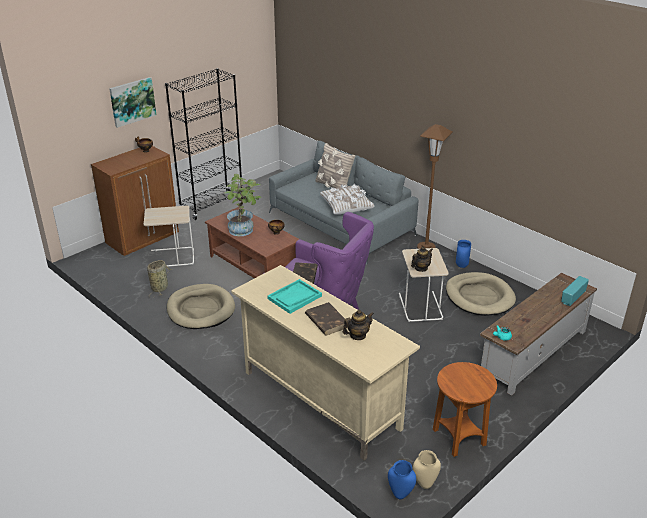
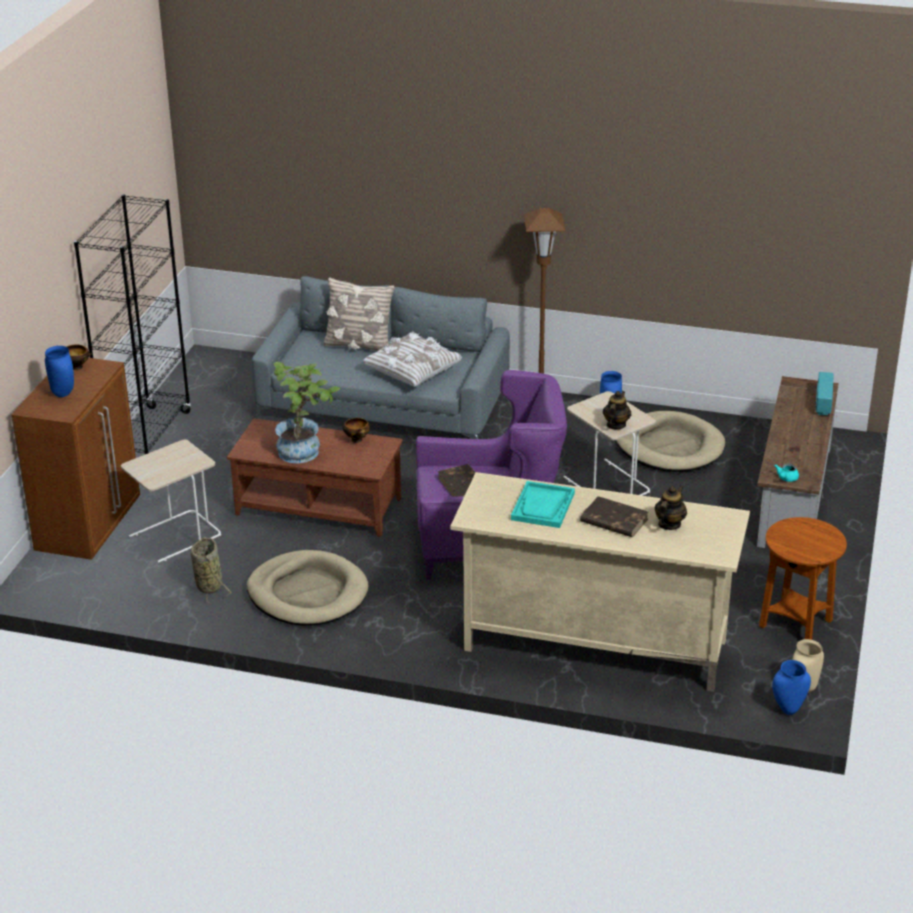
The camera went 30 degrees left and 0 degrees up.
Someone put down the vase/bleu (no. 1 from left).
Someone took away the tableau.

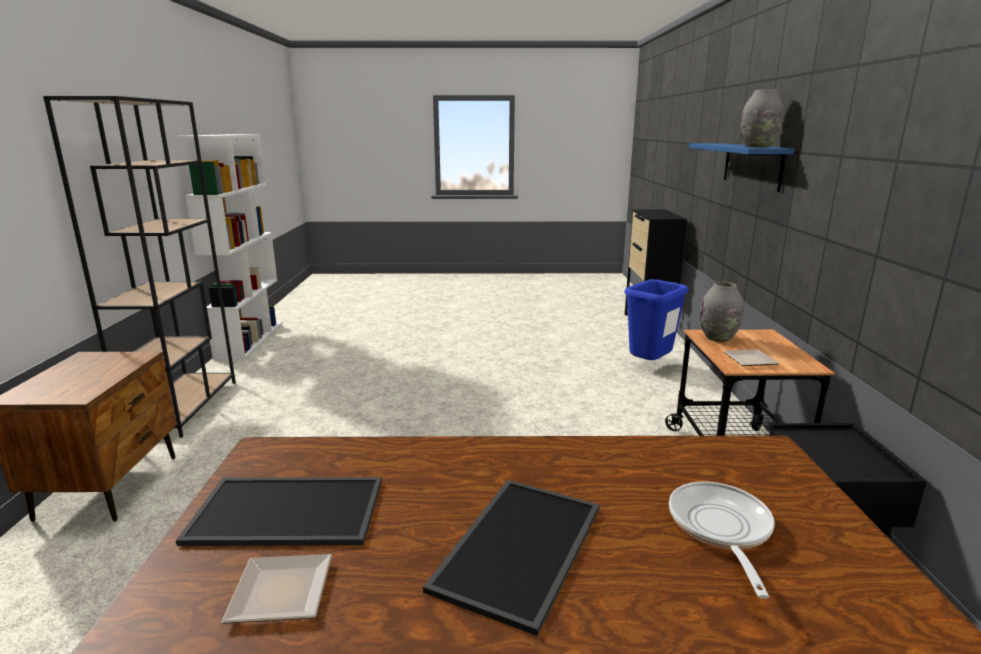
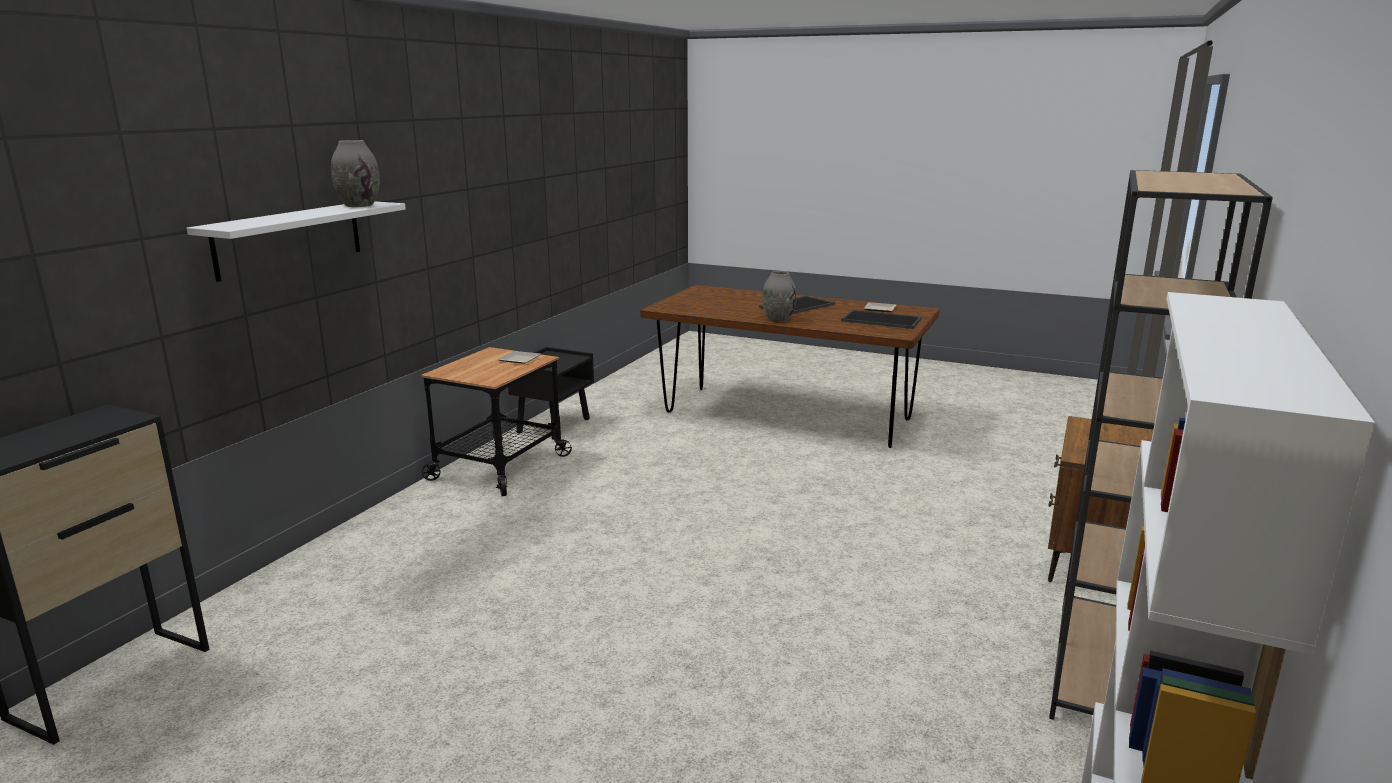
The camera went 155 degrees left and 0 degrees up.
Someone repainted the étagère/bleu, which became the étagère/blanc.
Someone carried the vase/gris (no. 1 from left in the first image).
Someone took away the poubelle/bleu.
Someone took away the poêle.

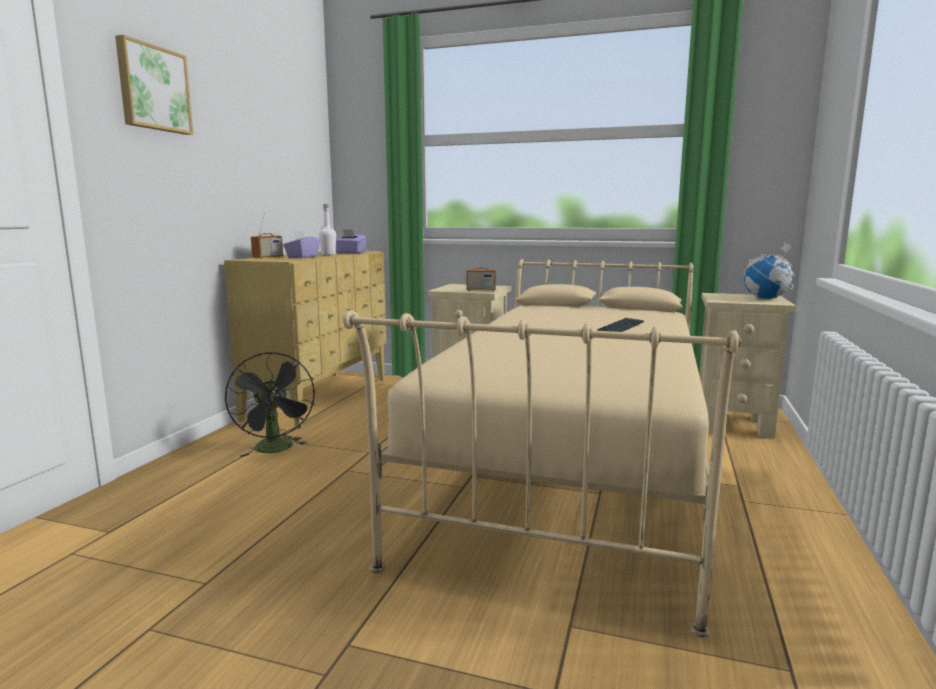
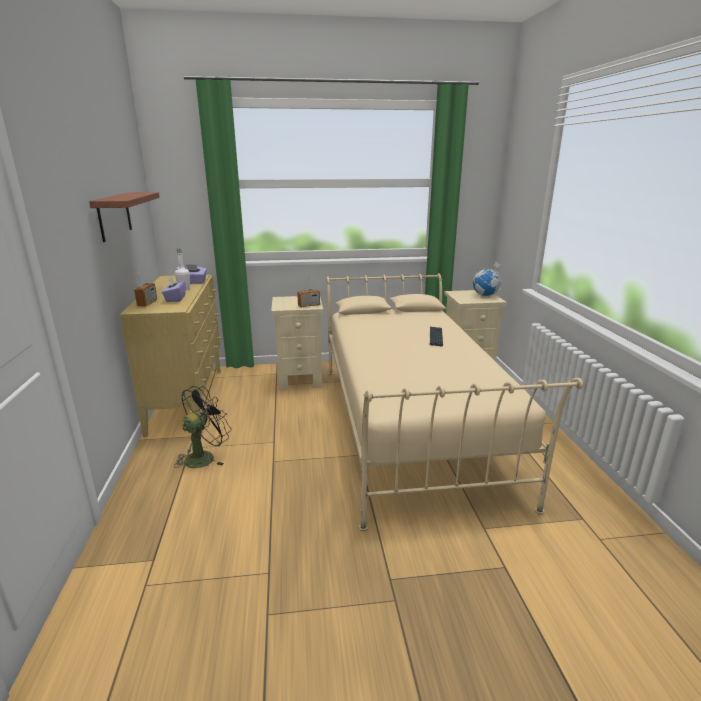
The camera went 25 degrees left and 10 degrees up.
Someone put up the étagère.
Someone rotated the ventilateur/noir by 90 degrees counterclockwise.
Someone took away the tableau.

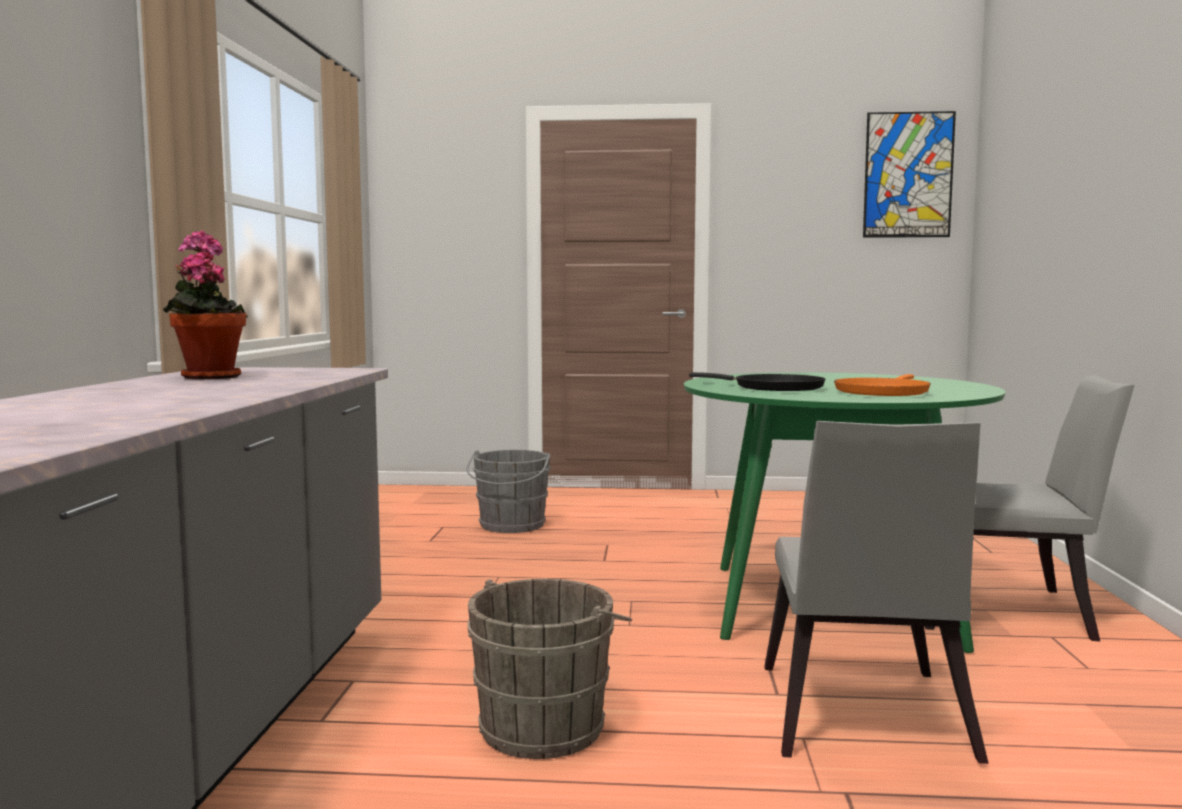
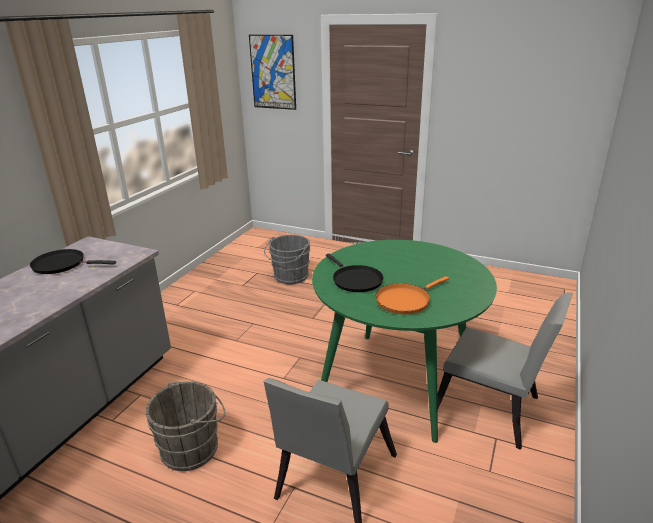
The camera went 20 degrees right and 20 degrees up.
Someone swapped the plante en pot for the poêle/noir (no. 1 from left).
Someone carried the tableau.

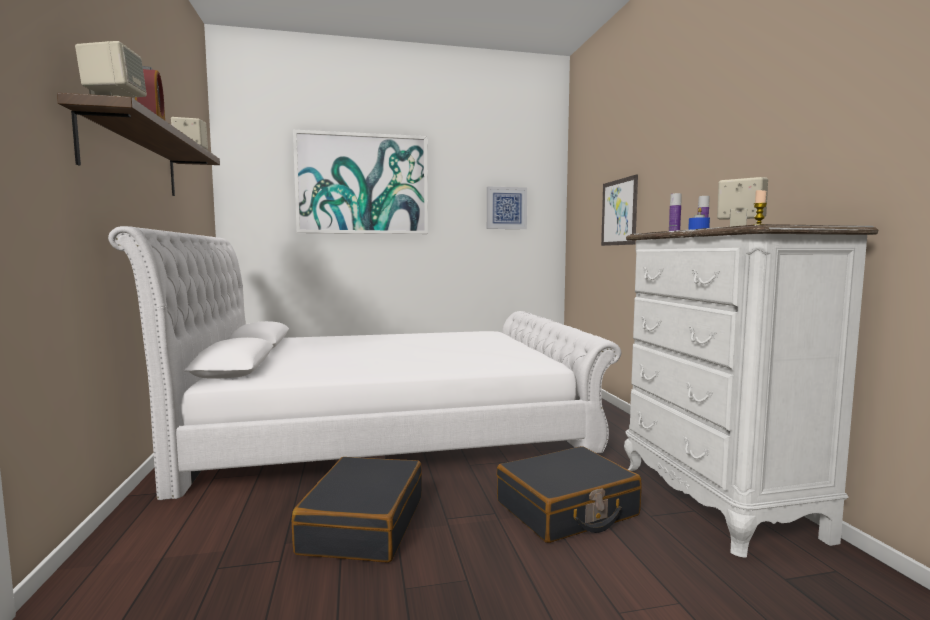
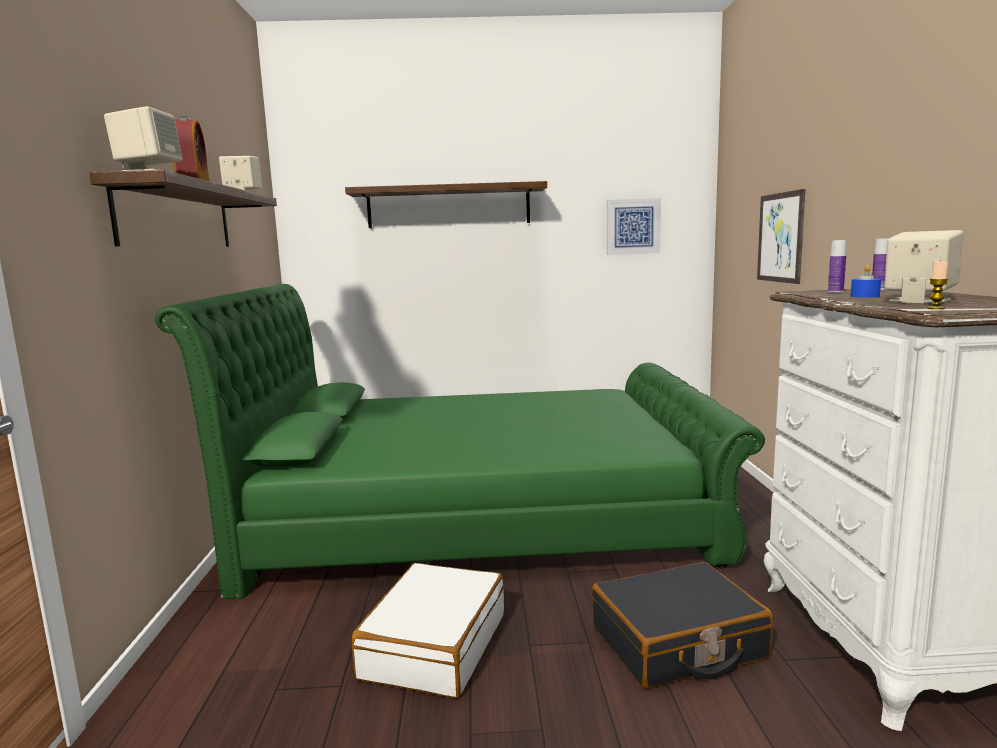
The camera went 10 degrees right and 5 degrees up.
Someone repainted the lit/blanc, which became the lit/vert.
Someone swapped the tableau (no. 1 from left) for the étagère (no. 2 from left).
Someone repainted the valise/noir (no. 1 from left), which became the valise/blanc.

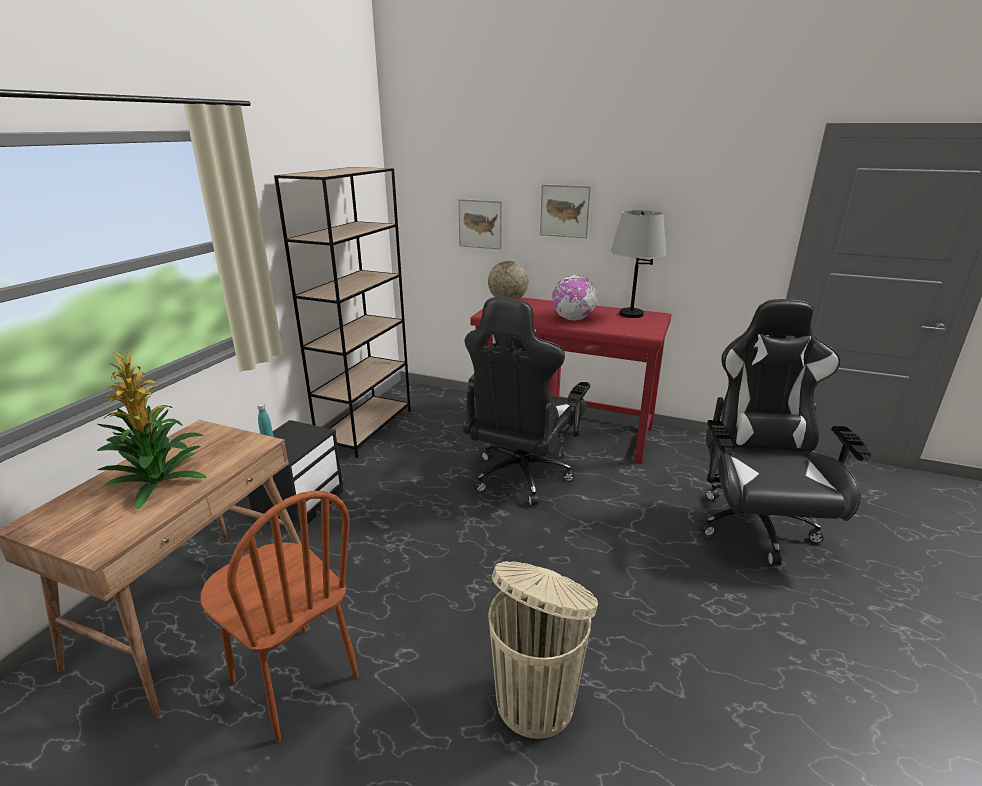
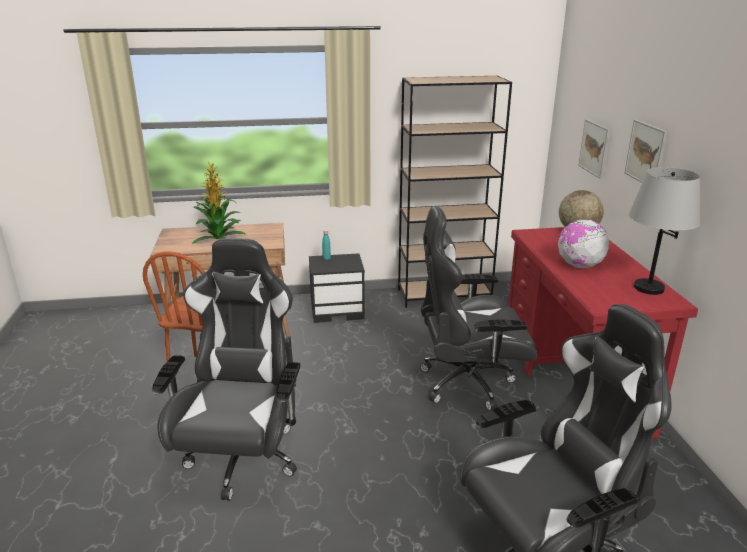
The camera went 60 degrees right and 0 degrees up.
Someone swapped the poubelle/beige for the chaise de bureau/noir (no. 1 from left).

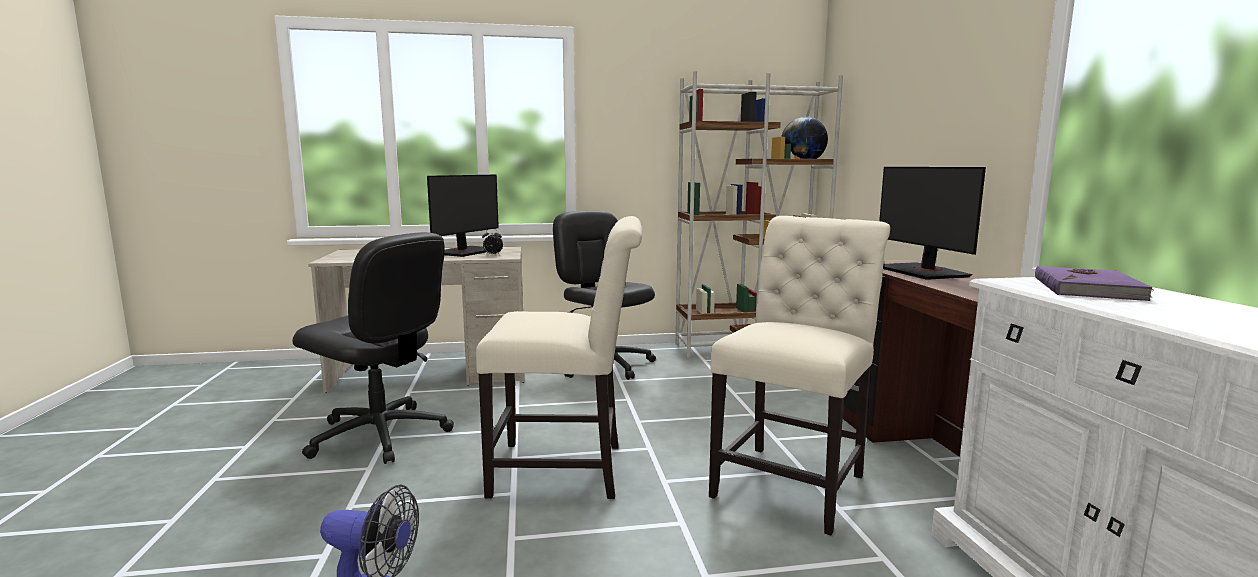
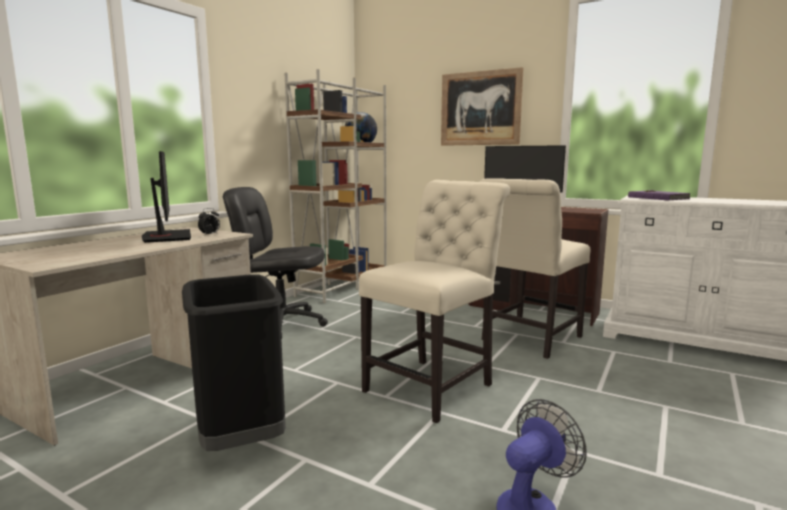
The camera went 50 degrees left and 0 degrees up.
Someone swapped the chaise de bureau/noir (no. 1 from left) for the poubelle/noir.
Someone put up the tableau.
Someone rotated the chaise/beige (no. 2 from left) by 120 degrees counterclockwise.

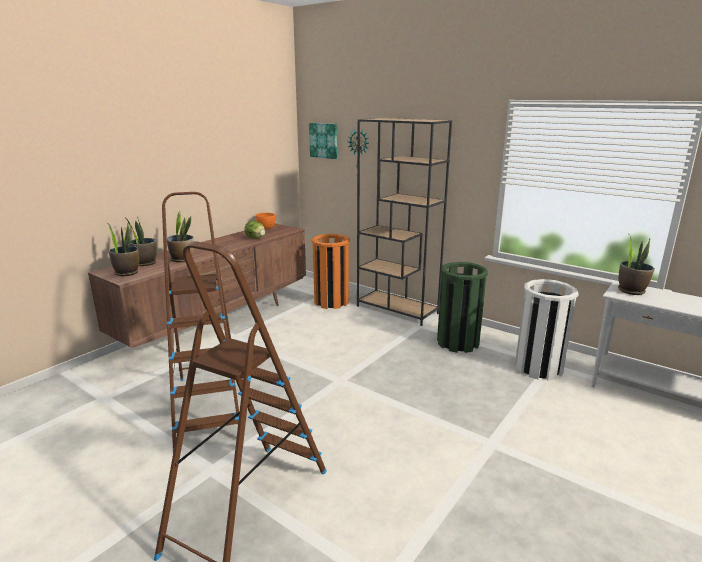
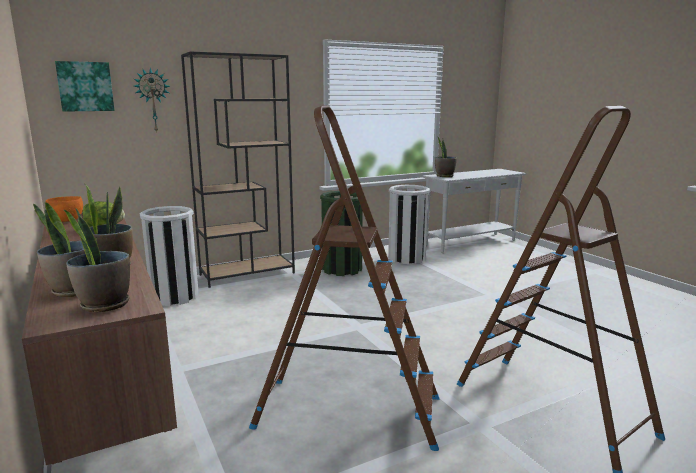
The camera went 65 degrees left and 5 degrees down.
Someone repainted the poubelle/orange, which became the poubelle/blanc (no. 1 from left).

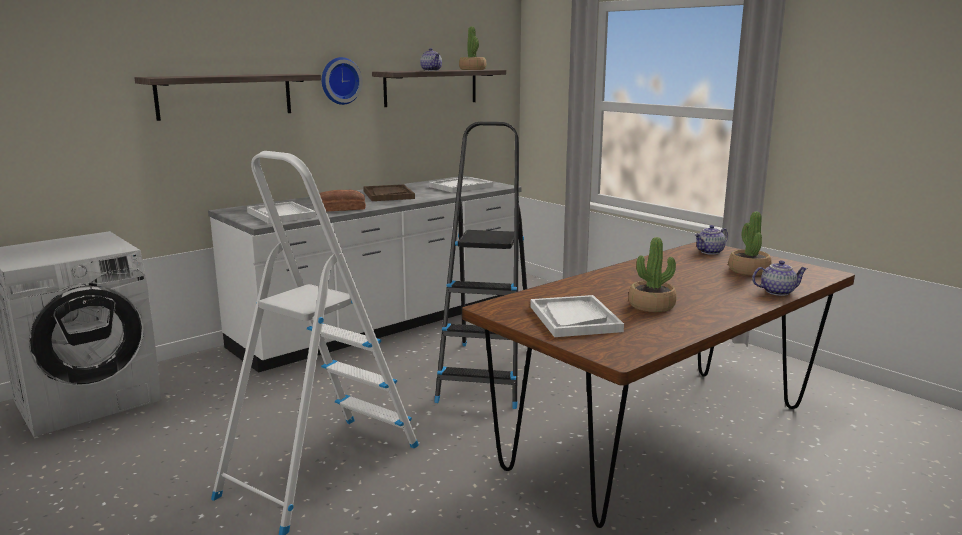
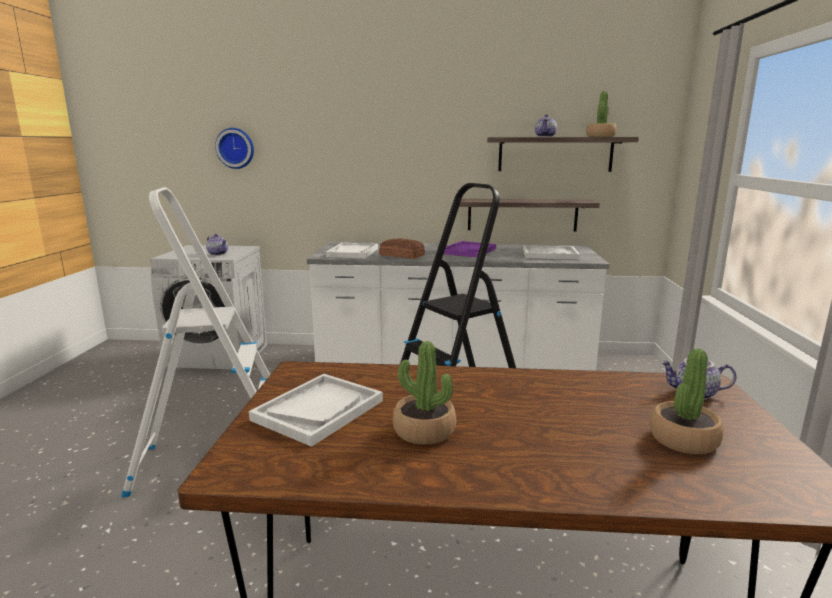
The camera went 45 degrees right and 0 degrees up.
Someone carried the théière (no. 3 from left in the first image).
Someone carried the horloge murale.
Someone repainted the plateau/marron, which became the plateau/violet.
Someone carried the étagère (no. 1 from left).

